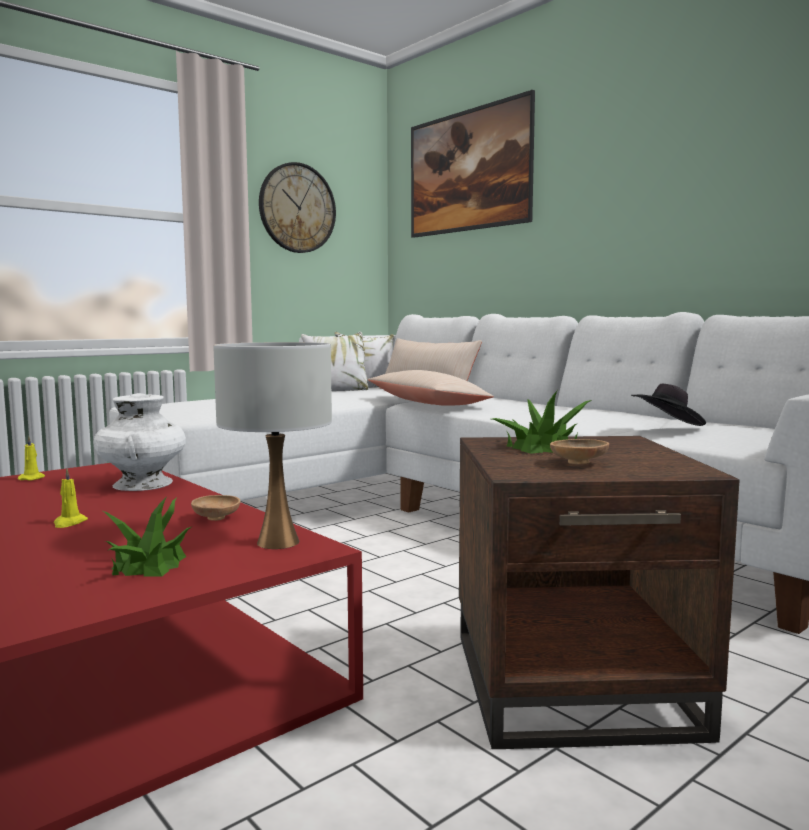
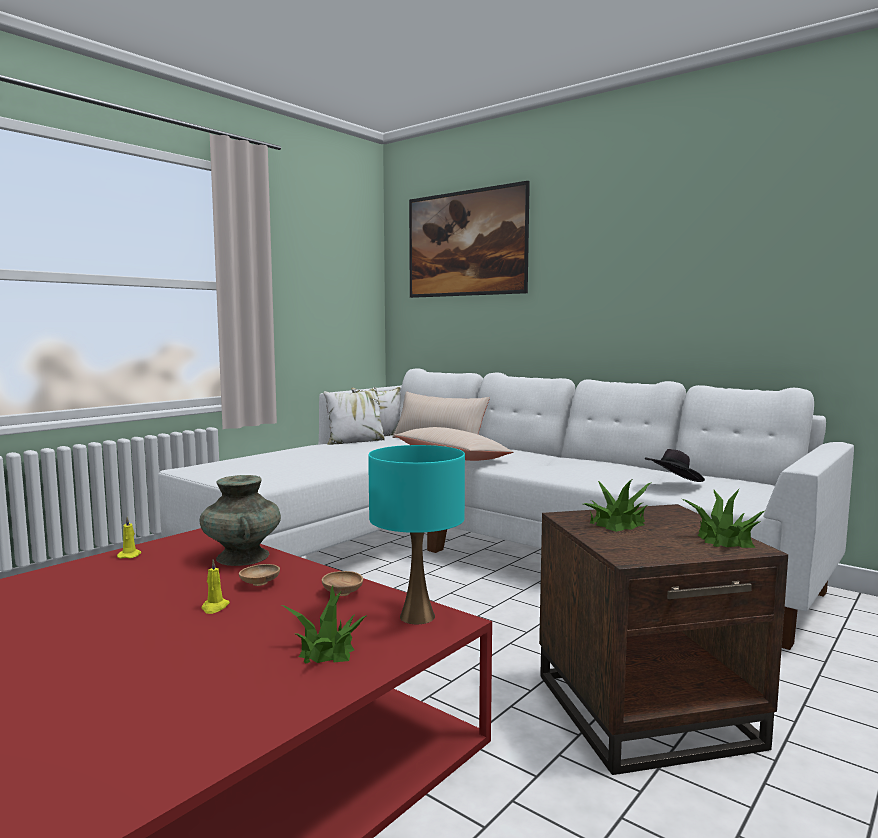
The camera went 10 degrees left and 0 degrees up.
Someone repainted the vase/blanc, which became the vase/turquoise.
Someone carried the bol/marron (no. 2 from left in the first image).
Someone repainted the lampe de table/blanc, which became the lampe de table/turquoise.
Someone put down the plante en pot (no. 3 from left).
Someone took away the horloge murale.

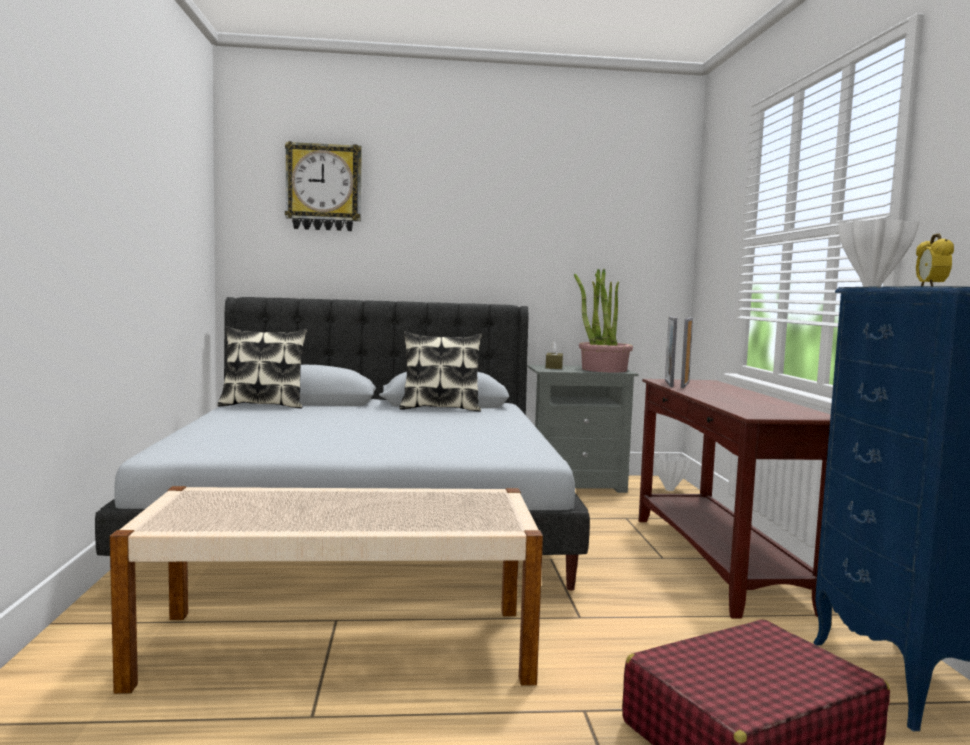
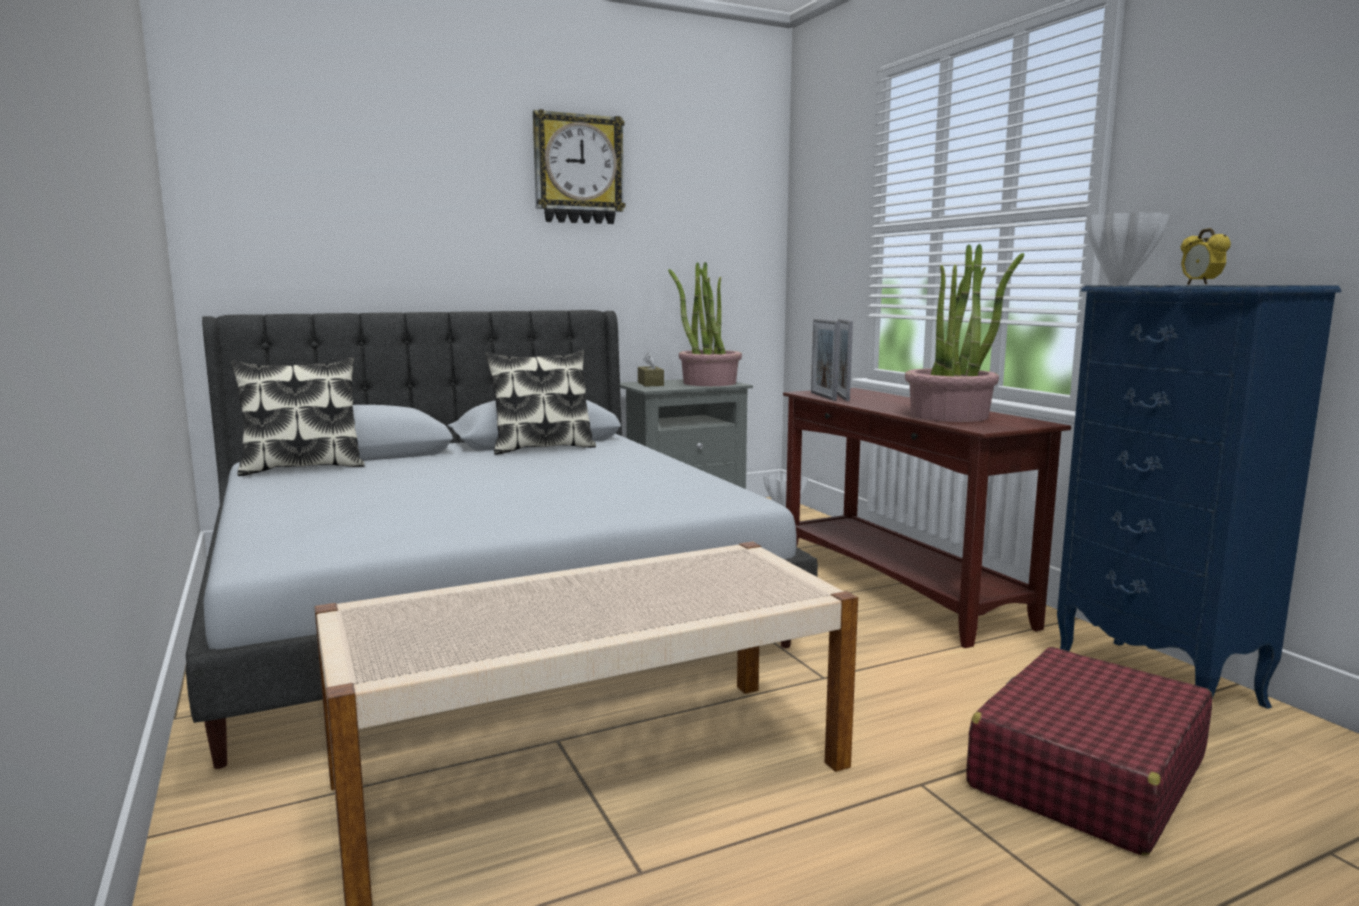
The camera went 20 degrees left and 5 degrees up.
Someone carried the horloge murale.
Someone put down the plante en pot (no. 2 from left).

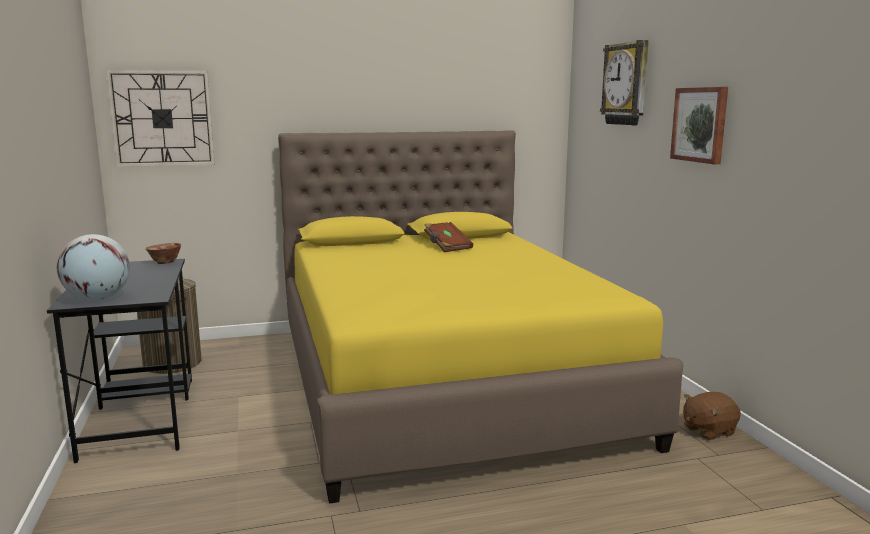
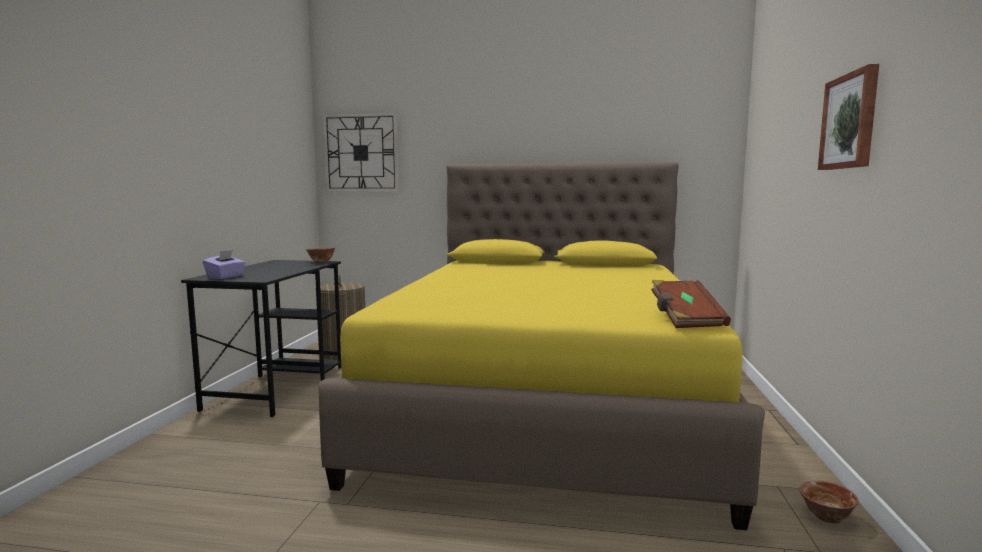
The camera went 25 degrees right and 5 degrees down.
Someone swapped the globe for the boîte à mouchoirs/violet.
Someone carried the livre/marron.
Someone swapped the peluche/marron for the bol (no. 2 from left).
Someone took away the horloge murale (no. 2 from left).

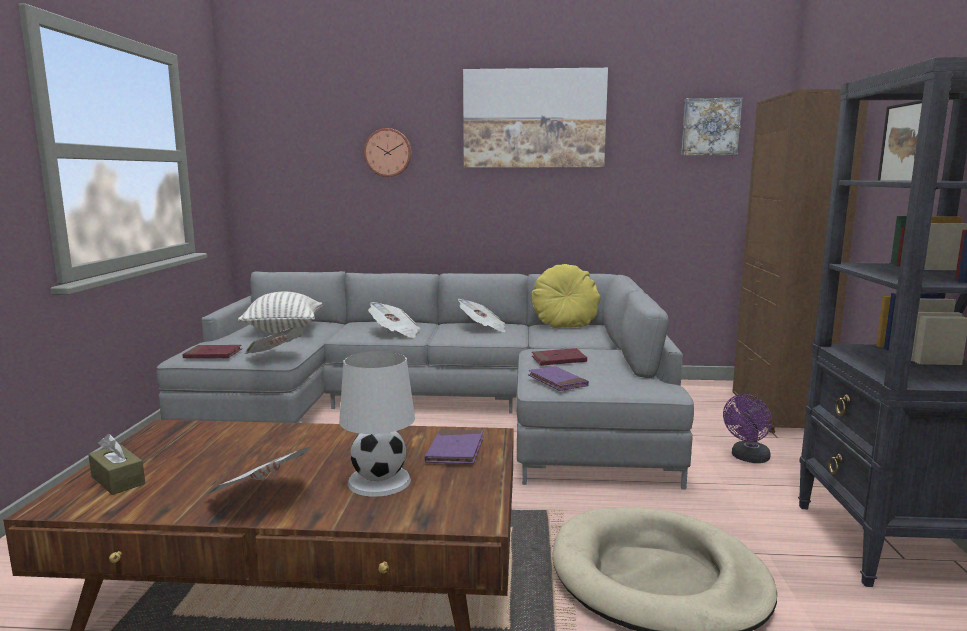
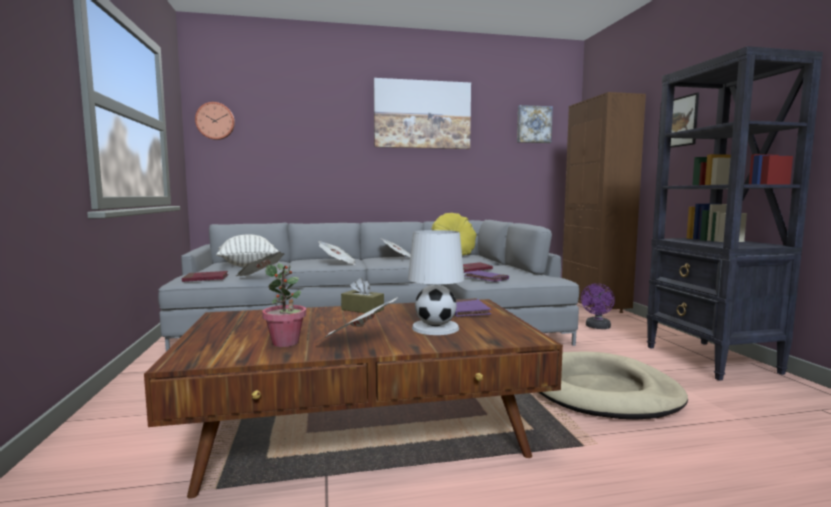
The camera went 15 degrees left and 5 degrees down.
Someone carried the horloge murale.
Someone put down the plante en pot.
Someone carried the boîte à mouchoirs/marron.

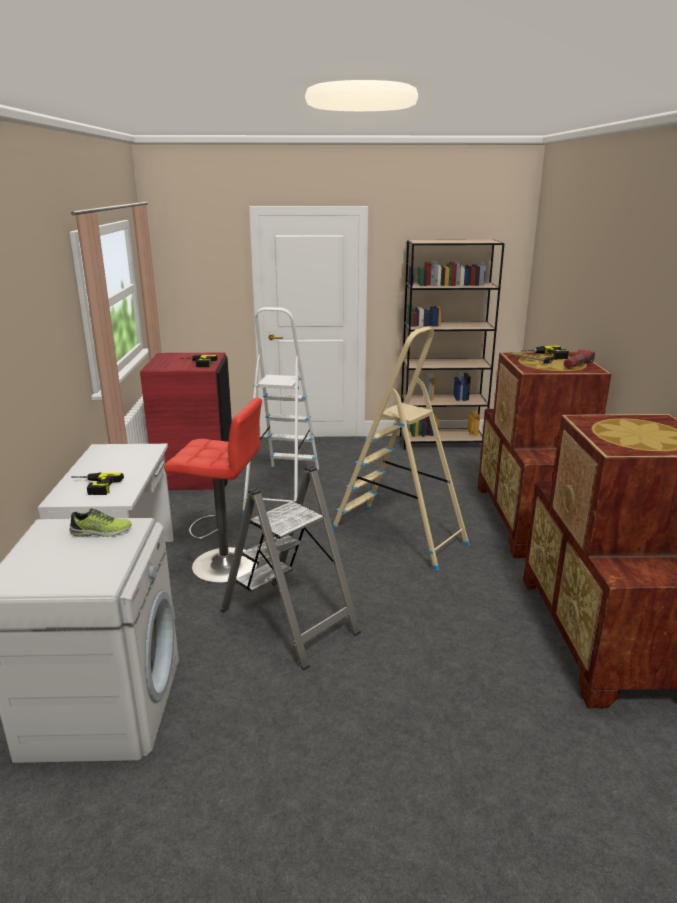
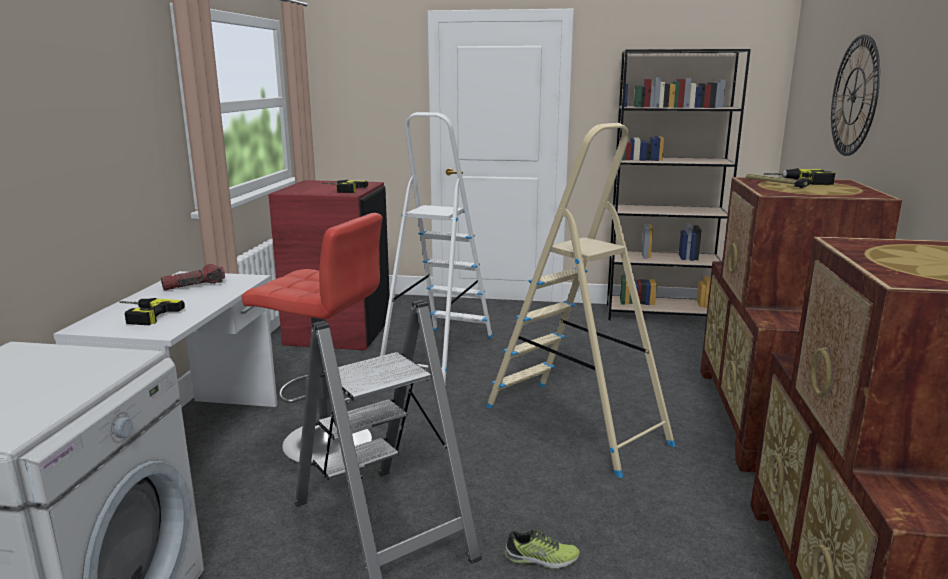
The camera went 10 degrees right and 5 degrees down.
Someone carried the lampe de poche.
Someone carried the chaussure.
Someone put up the horloge murale.

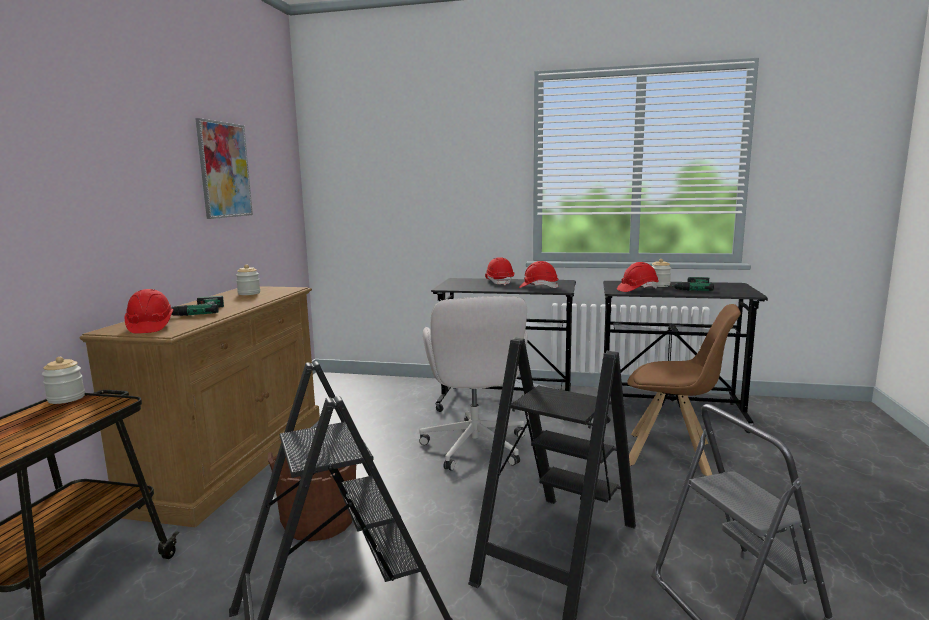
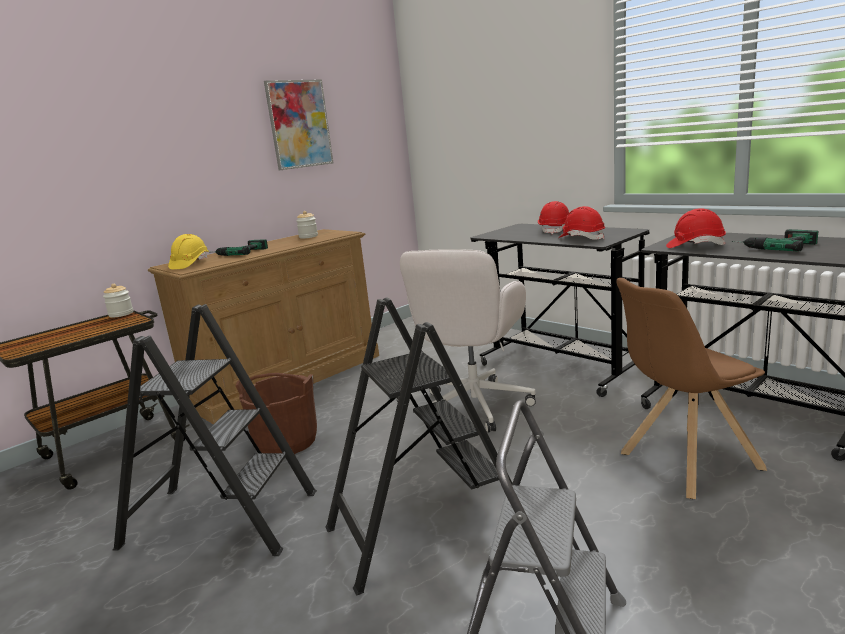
The camera went 35 degrees right and 5 degrees up.
Someone repainted the casque de chantier/rouge (no. 1 from left), which became the casque de chantier/jaune.
Someone rotated the chaise/marron by 105 degrees clockwise.
Someone took away the bocal (no. 3 from left).

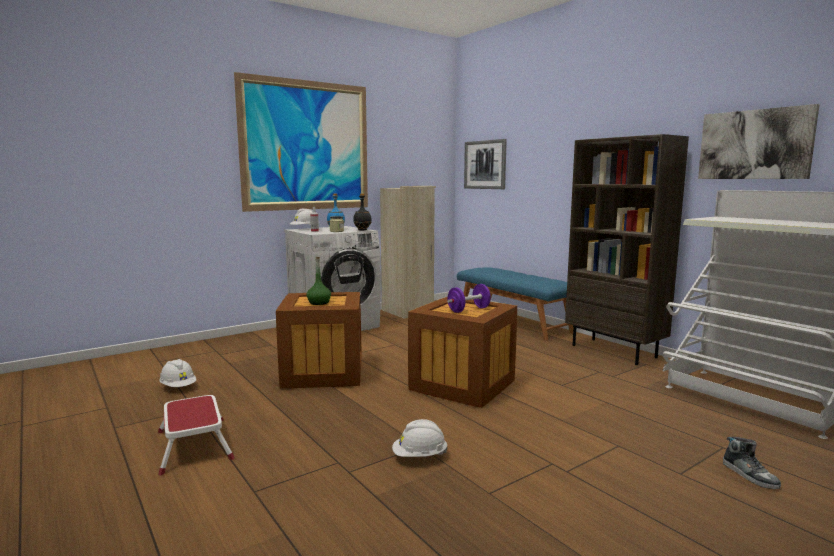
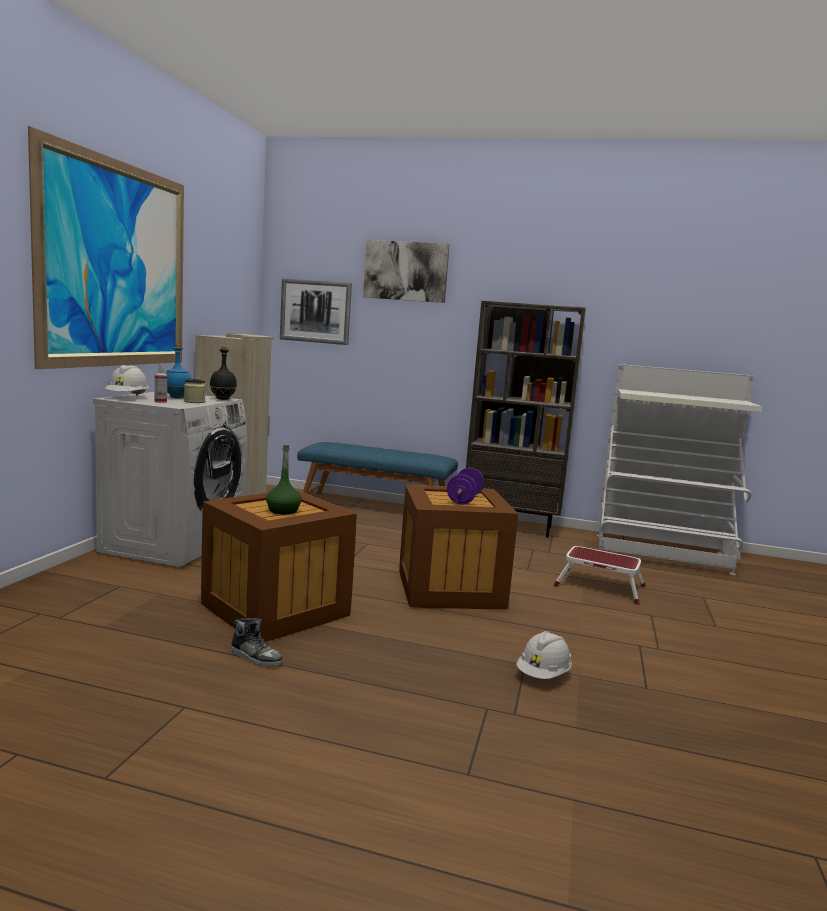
The camera went 40 degrees left and 0 degrees up.
Someone carried the chaussure.
Someone carried the tableau (no. 3 from left).
Someone carried the escabeau/rouge.
Someone took away the casque de chantier/blanc (no. 1 from left).

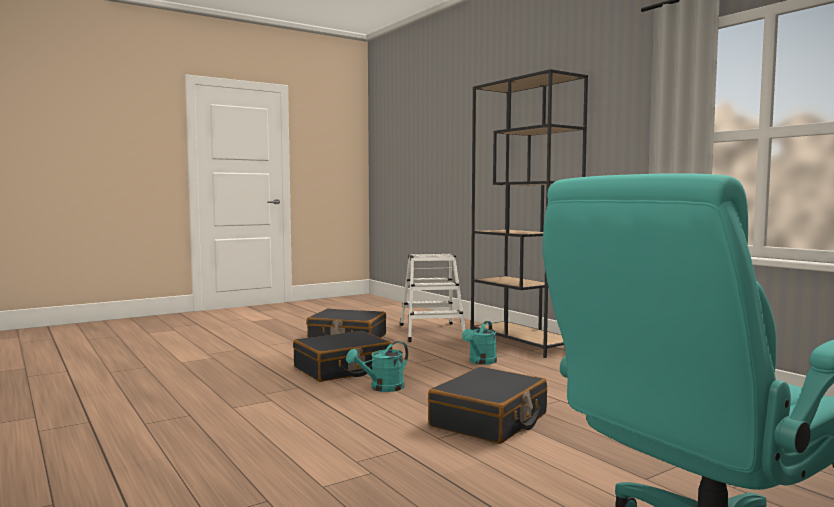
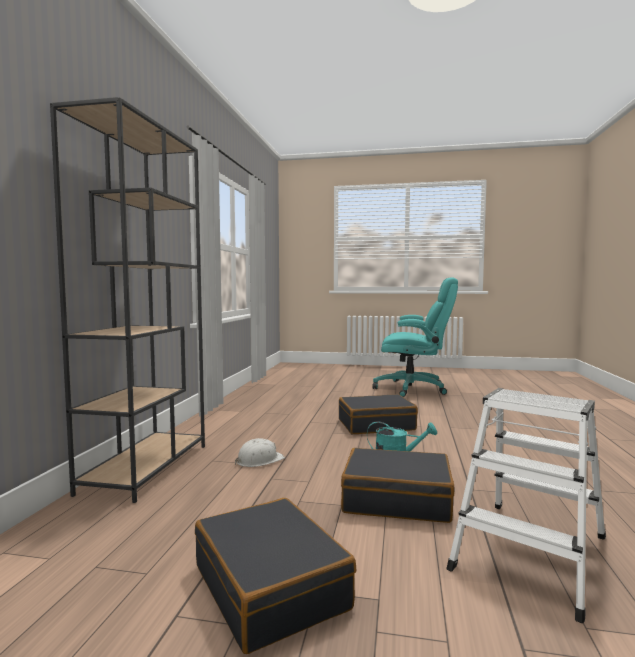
The camera went 135 degrees left and 0 degrees up.
Someone swapped the arrosoir/turquoise (no. 2 from left) for the casque de chantier/blanc.
Someone carried the escabeau/blanc.

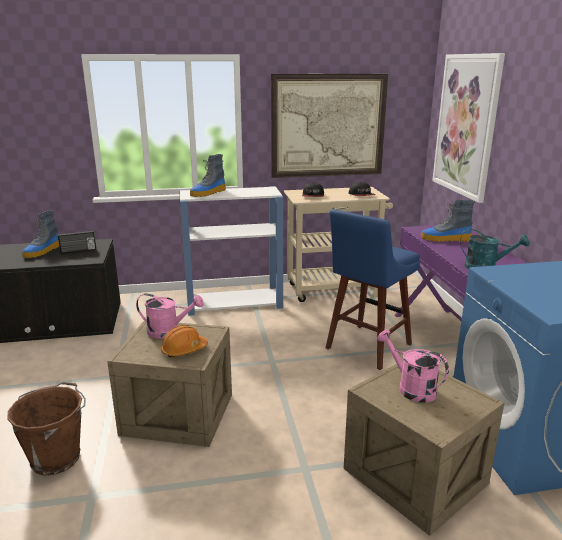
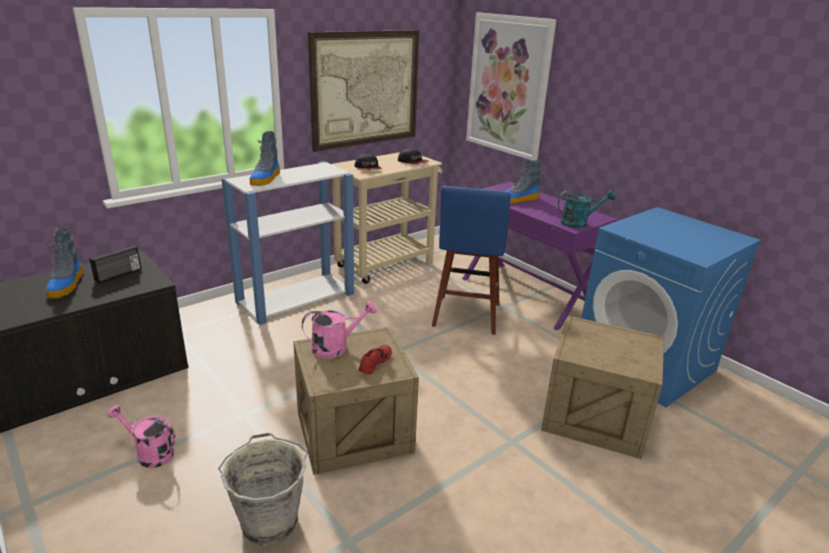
The camera went 30 degrees left and 5 degrees up.
Someone carried the arrosoir/rose (no. 2 from left in the first image).
Someone repainted the seau/marron, which became the seau/gris.
Someone swapped the casque de chantier/orange for the chaussure/rouge.

